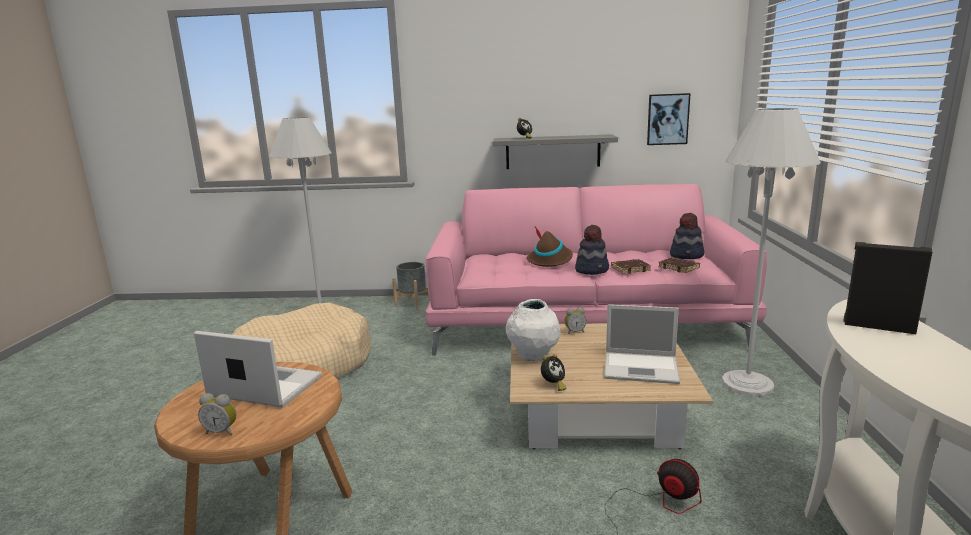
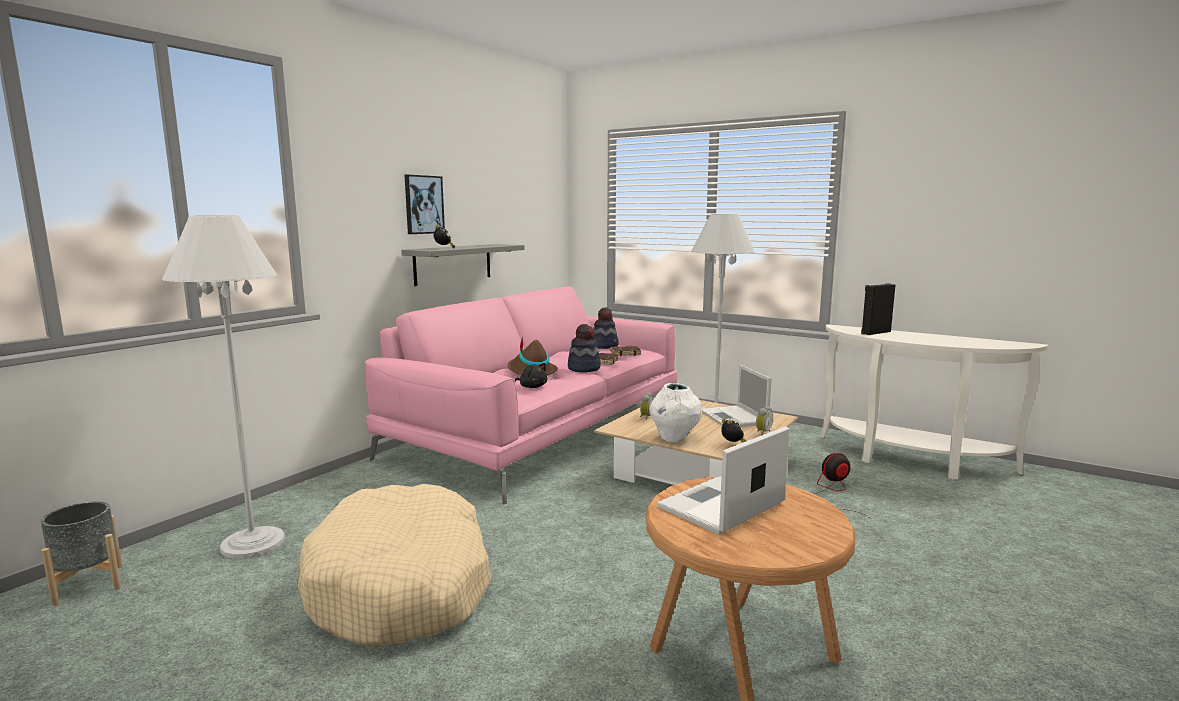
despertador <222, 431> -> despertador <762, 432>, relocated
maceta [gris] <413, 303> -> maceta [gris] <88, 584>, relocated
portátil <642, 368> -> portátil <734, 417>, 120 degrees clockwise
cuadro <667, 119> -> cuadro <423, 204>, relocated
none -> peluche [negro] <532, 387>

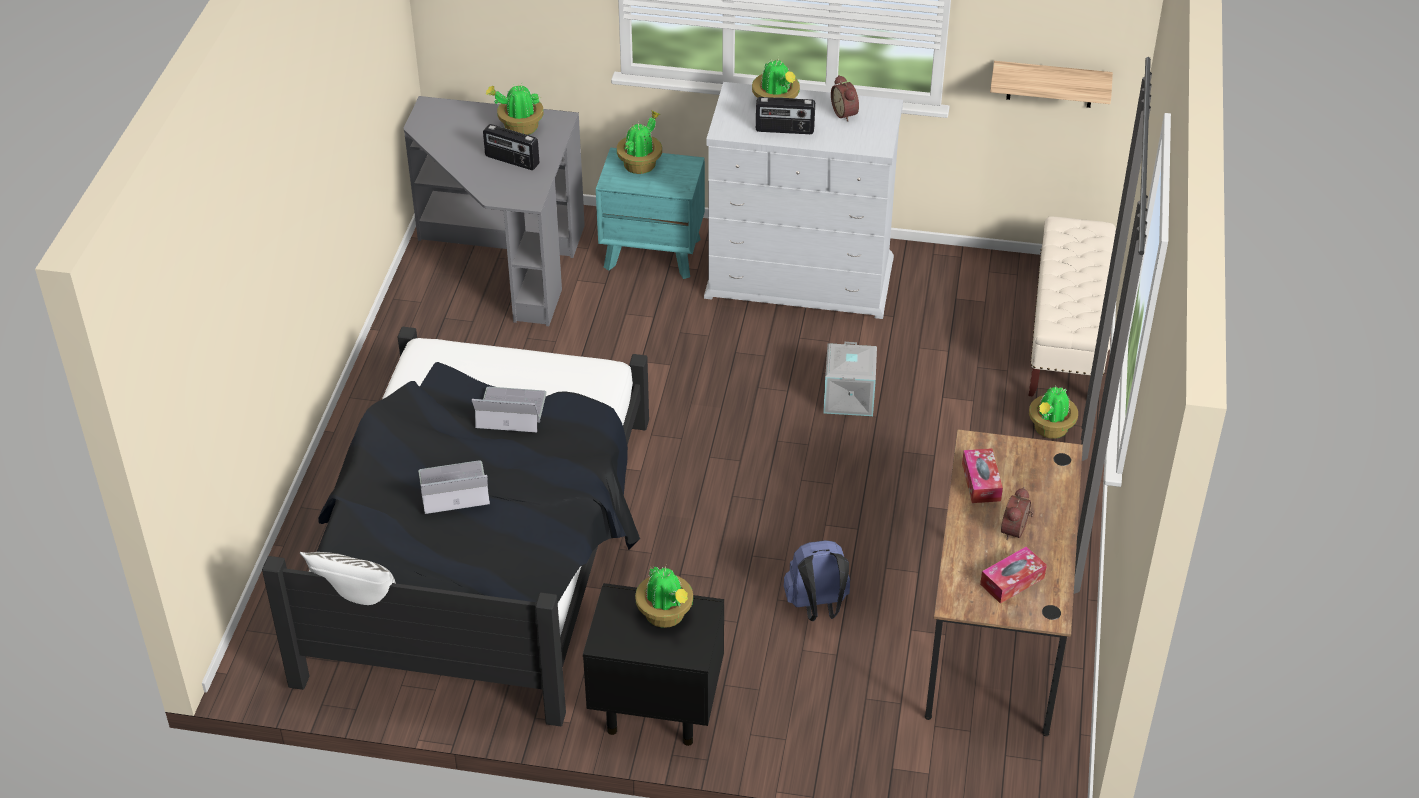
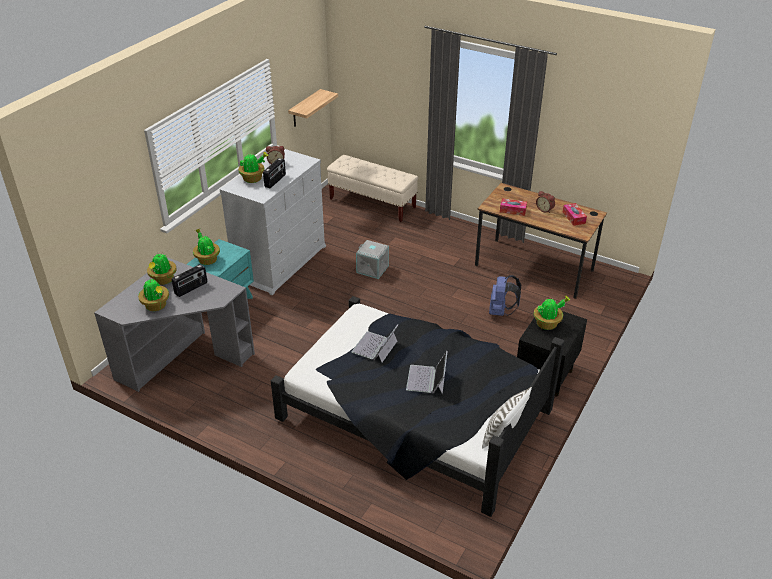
planta en maceta <1050, 429> -> planta en maceta <156, 306>, relocated

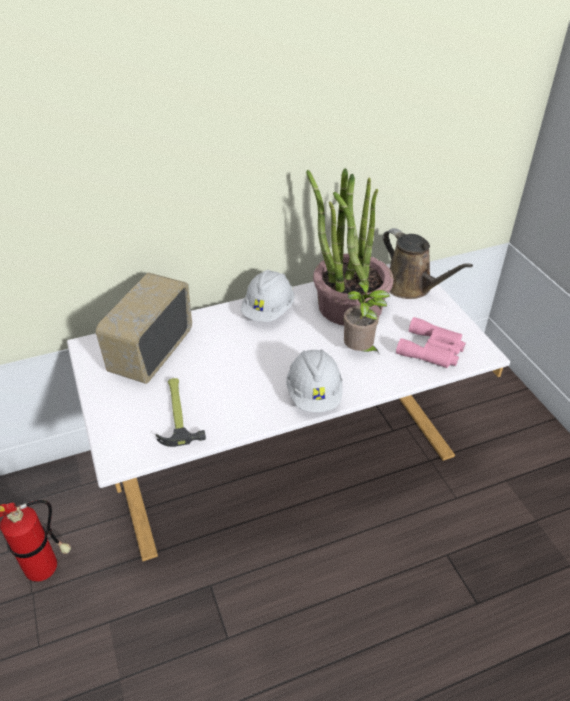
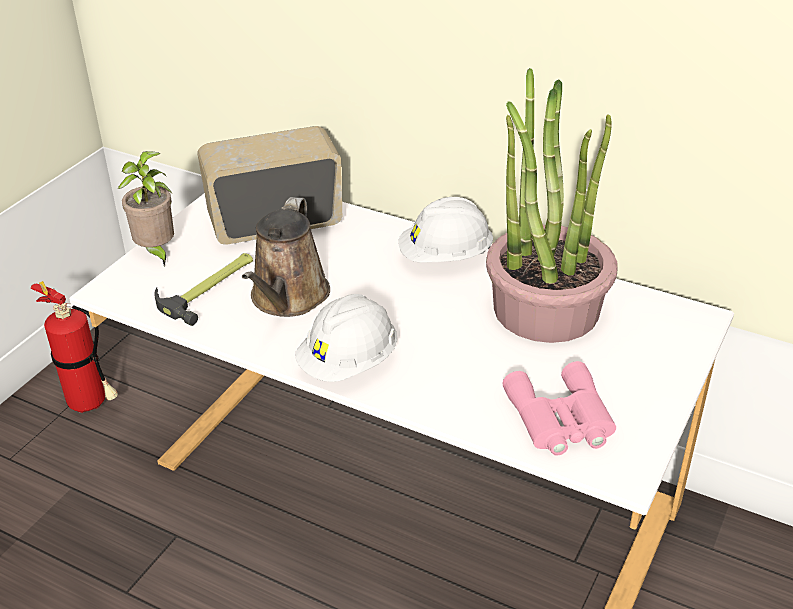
planta en maceta <360, 351> -> planta en maceta <156, 252>, relocated
regadera [marrón] <411, 287> -> regadera [marrón] <288, 298>, relocated

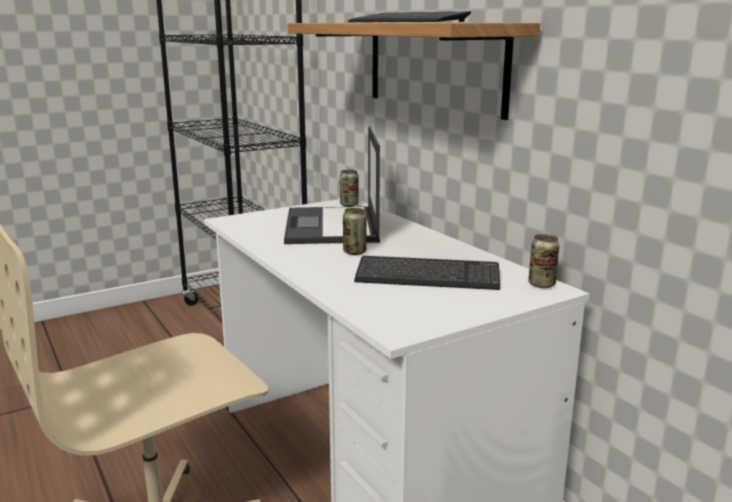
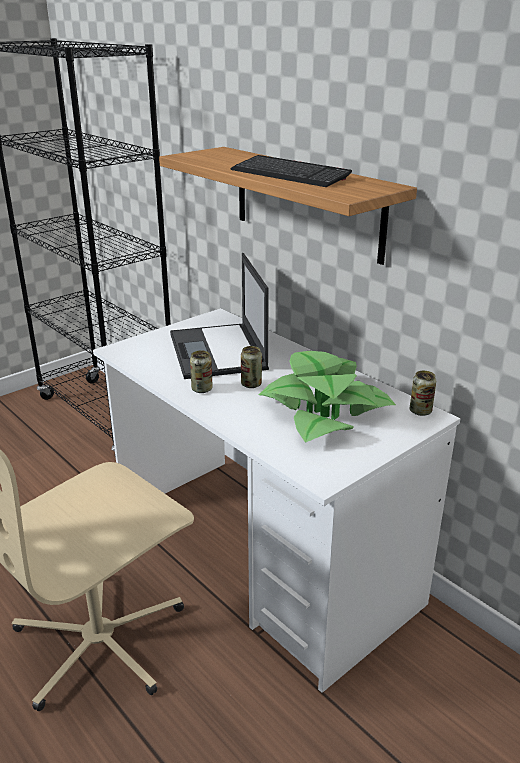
lata <349, 205> -> lata <202, 389>, relocated
teclado <427, 276> -> planta en maceta <325, 410>

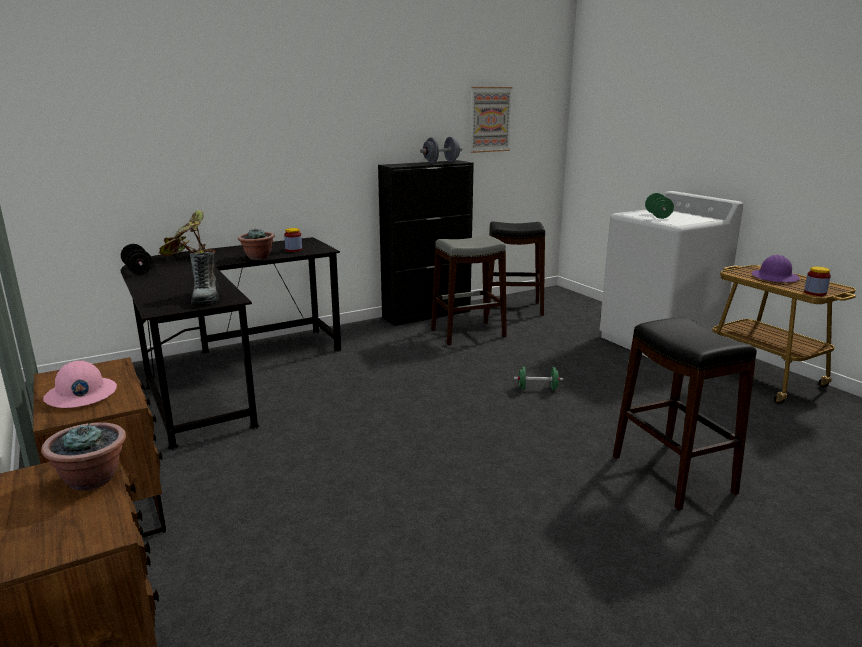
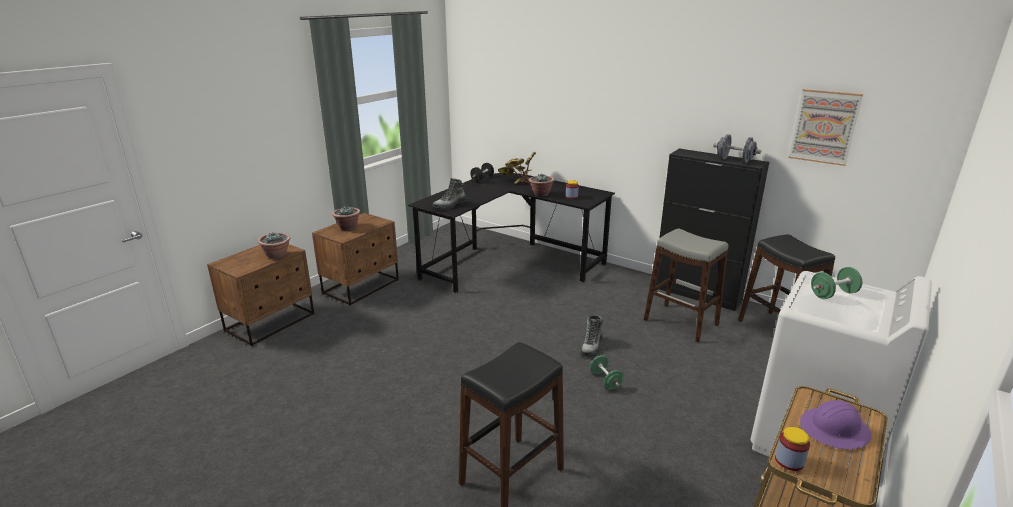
casco [rosa] <81, 395> -> planta en maceta <347, 227>
none -> bota <591, 346>

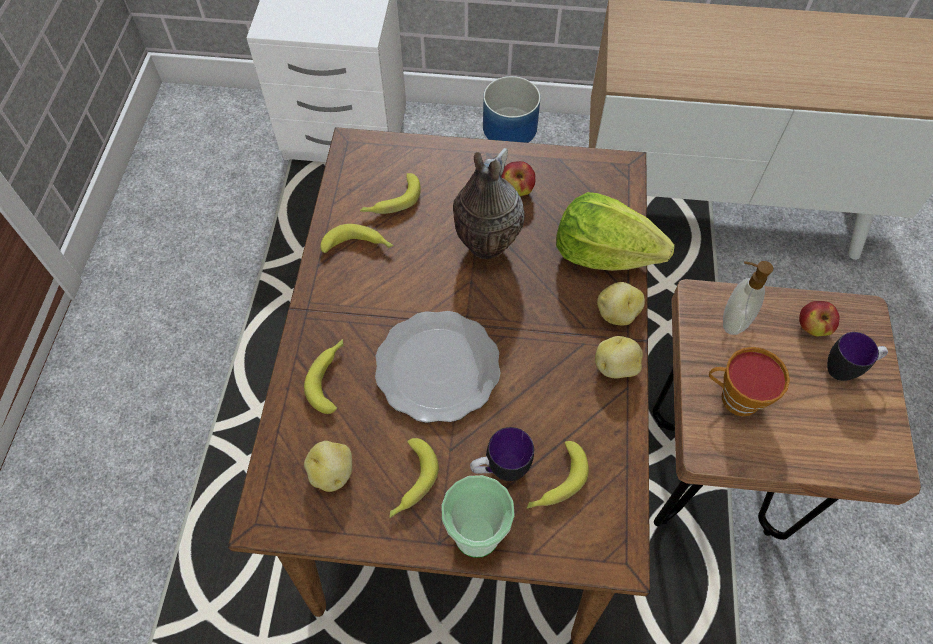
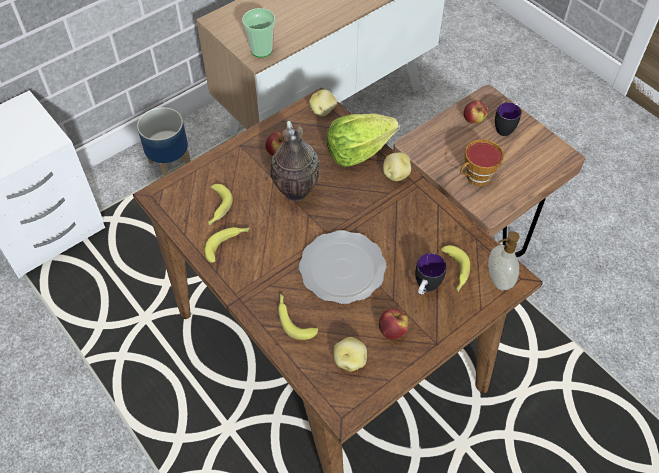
plátano <410, 483> -> manzana <392, 330>
taza <476, 534> -> taza <261, 50>, relocated
patata <616, 367> -> patata <323, 111>, relocated
dispensador de jabón <732, 320> -> dispensador de jabón <497, 280>, relocated

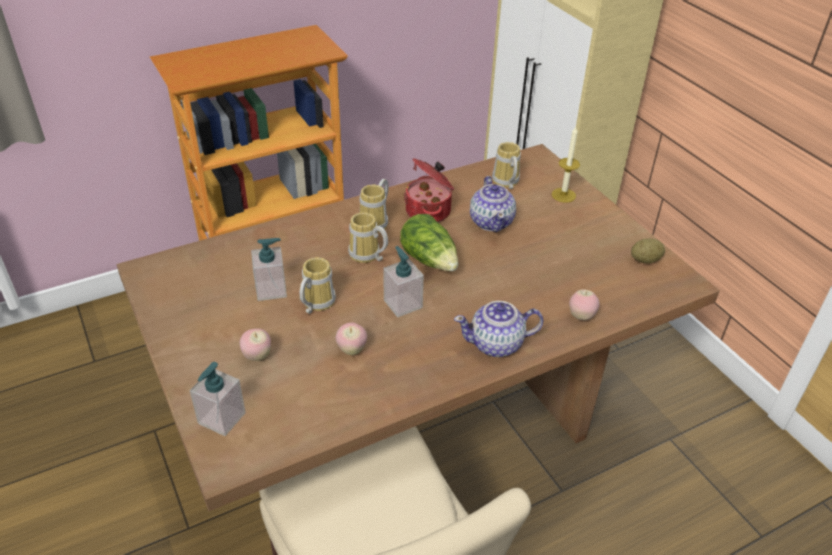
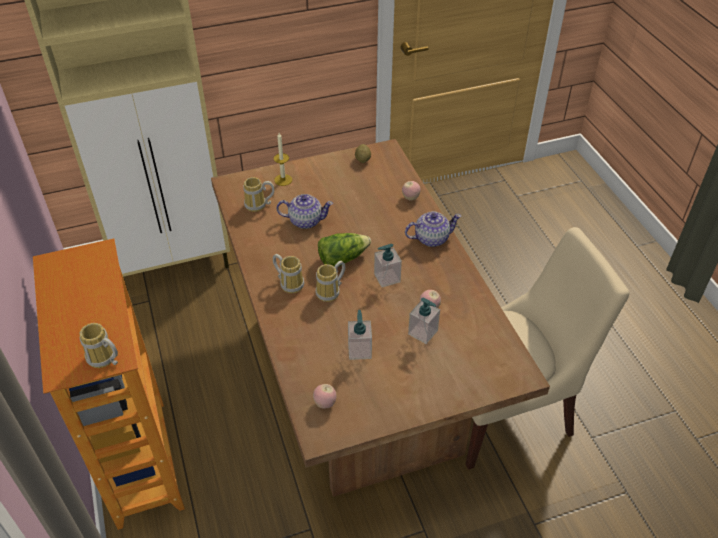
dispensador de jabón <221, 418> -> dispensador de jabón <423, 332>, relocated
manzana <257, 356> -> manzana <325, 403>, relocated
taza grande <315, 303> -> taza grande <103, 360>, relocated
olla <429, 211> -> none
tetera <497, 344> -> tetera <431, 238>, 105 degrees counterclockwise

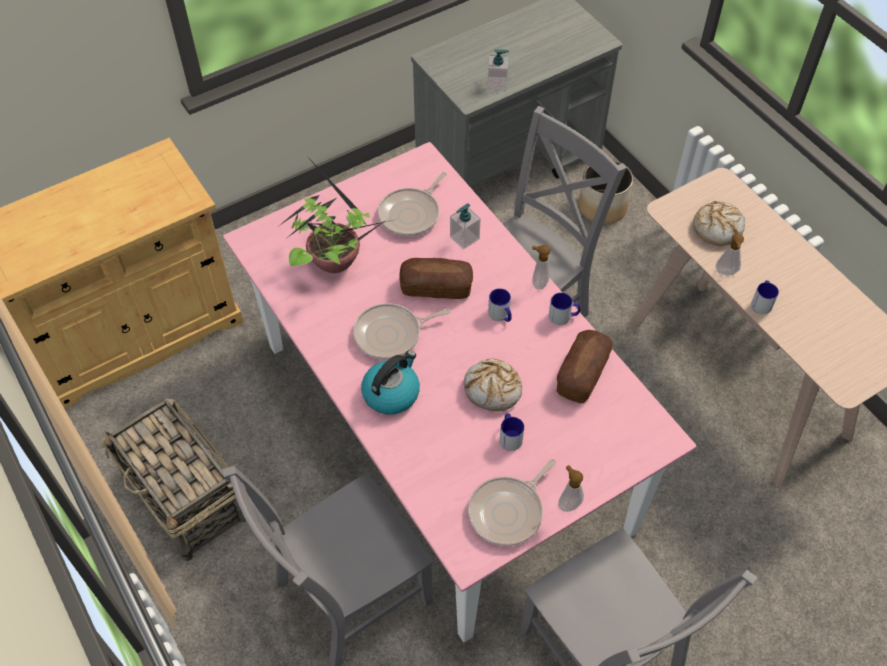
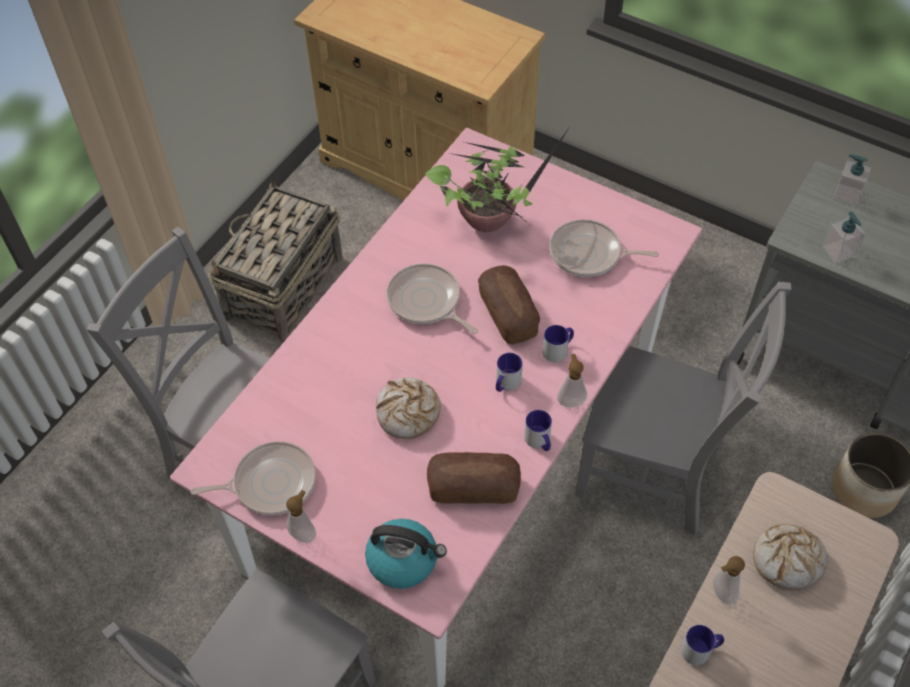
hervidor <391, 393> -> hervidor <404, 560>, relocated
dispensador de jabón <464, 238> -> dispensador de jabón <847, 194>, relocated
sartén <508, 511> -> sartén <270, 483>, 150 degrees clockwise
taza grande <509, 436> -> taza grande <558, 349>, relocated

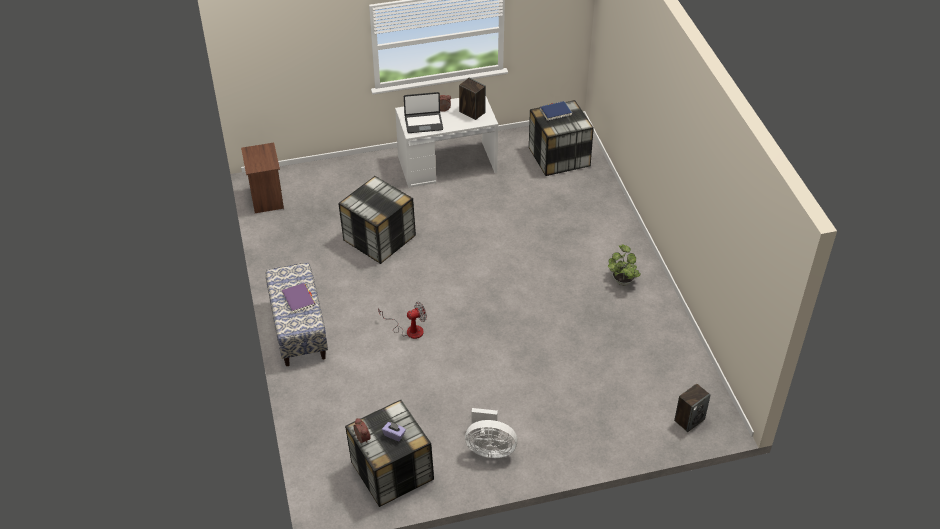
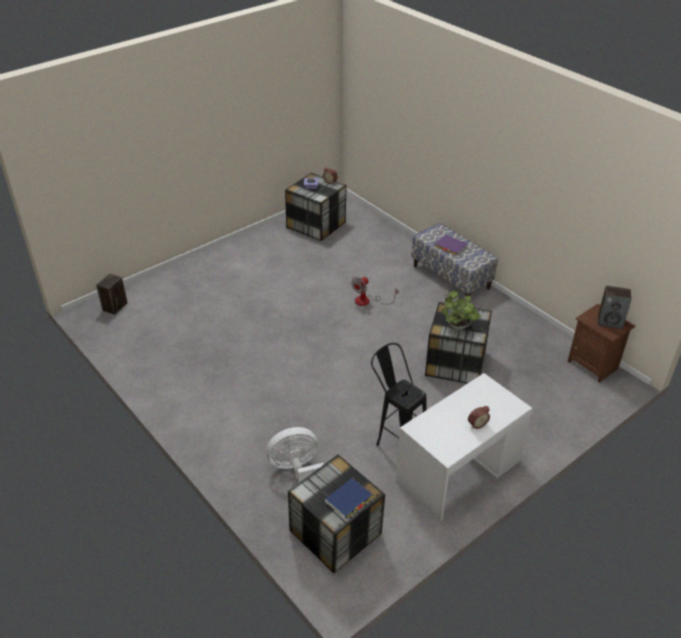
portátil <423, 123> -> none
altavoz <472, 112> -> altavoz <610, 321>, relocated
ventilador [blanco] <489, 449> -> ventilador [blanco] <296, 470>, relocated
planta en maceta <622, 279> -> planta en maceta <459, 327>, relocated
none -> taburete [negro] <396, 440>

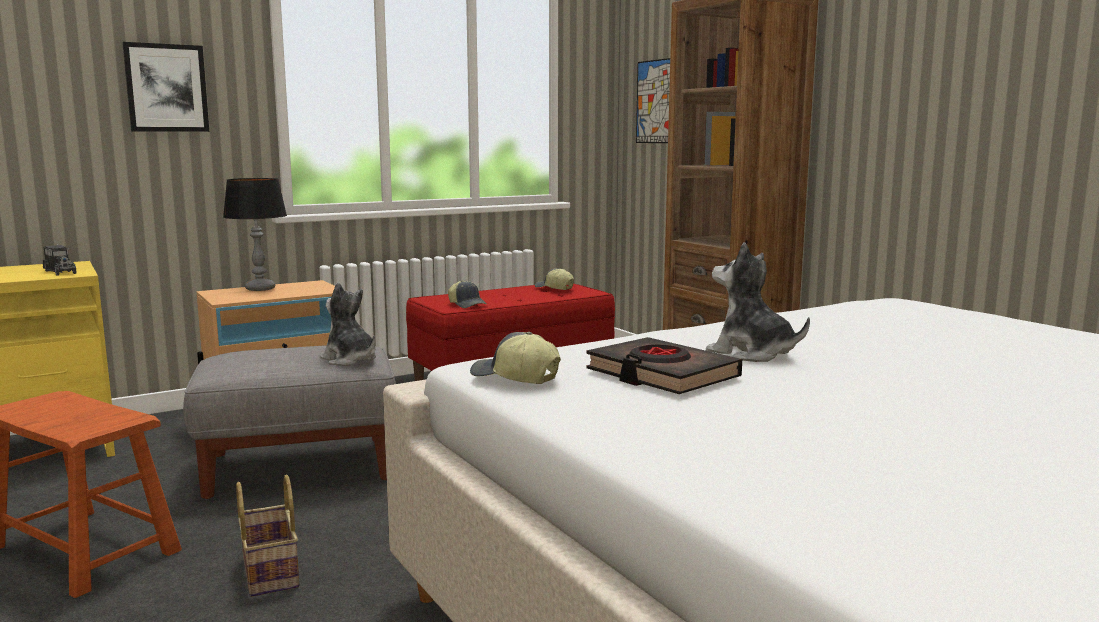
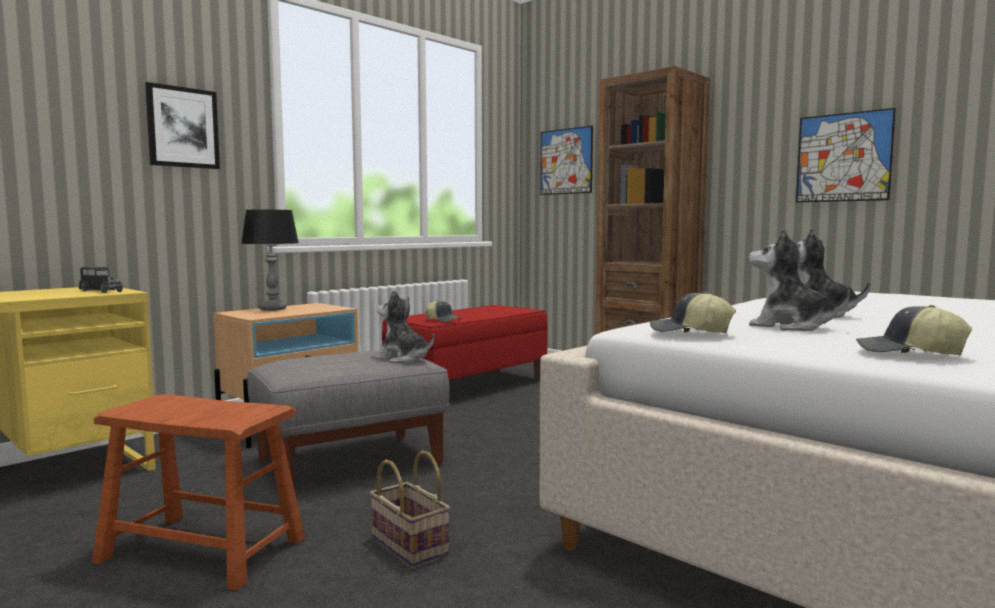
gorra <554, 289> -> gorra <908, 354>, relocated
libro [negro] <661, 375> -> peluche <790, 326>
none -> cuadro <843, 157>

